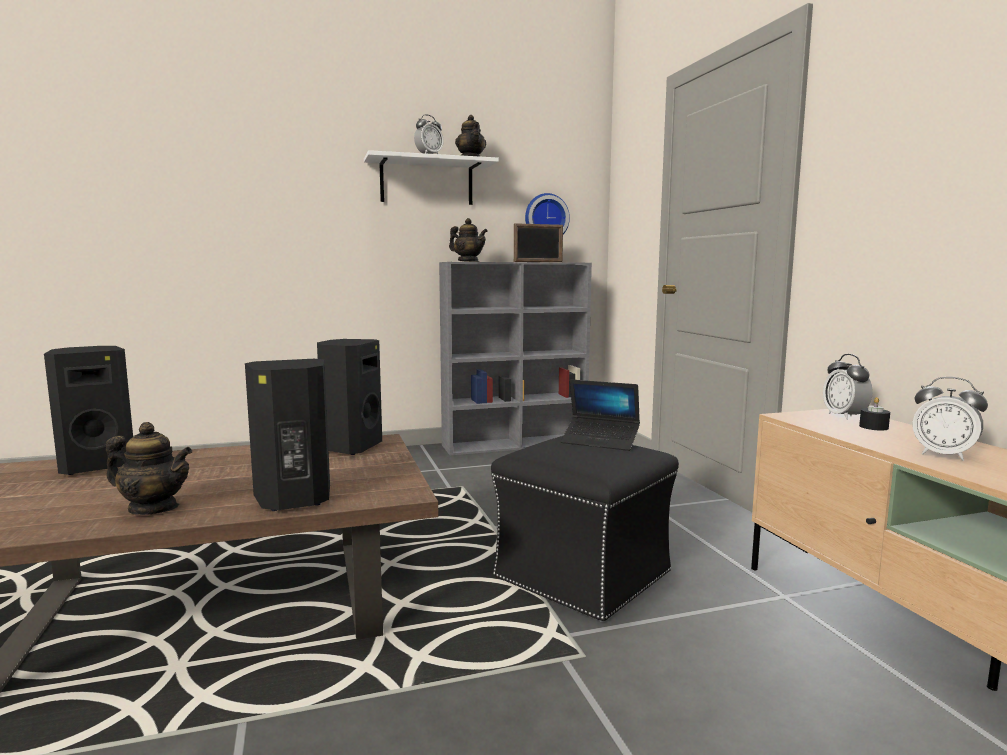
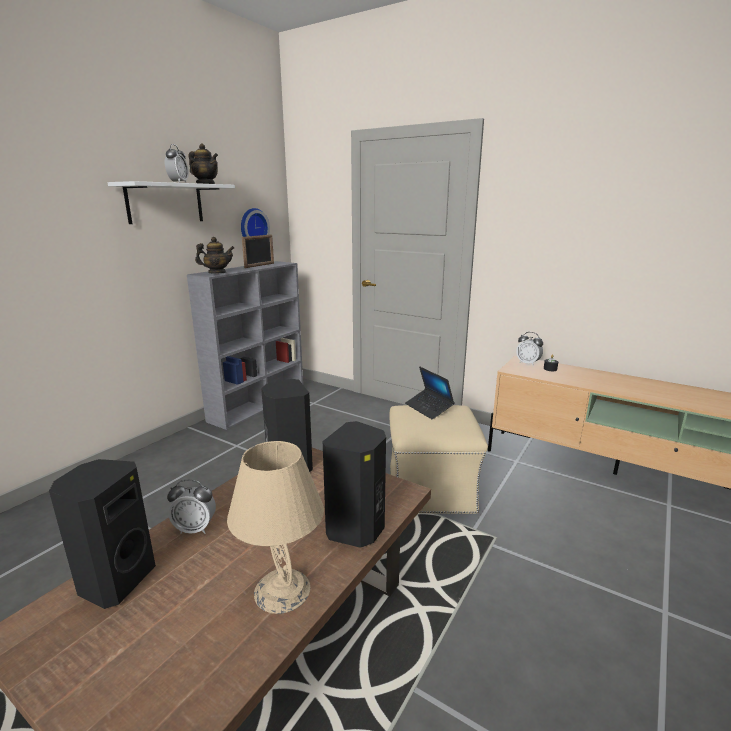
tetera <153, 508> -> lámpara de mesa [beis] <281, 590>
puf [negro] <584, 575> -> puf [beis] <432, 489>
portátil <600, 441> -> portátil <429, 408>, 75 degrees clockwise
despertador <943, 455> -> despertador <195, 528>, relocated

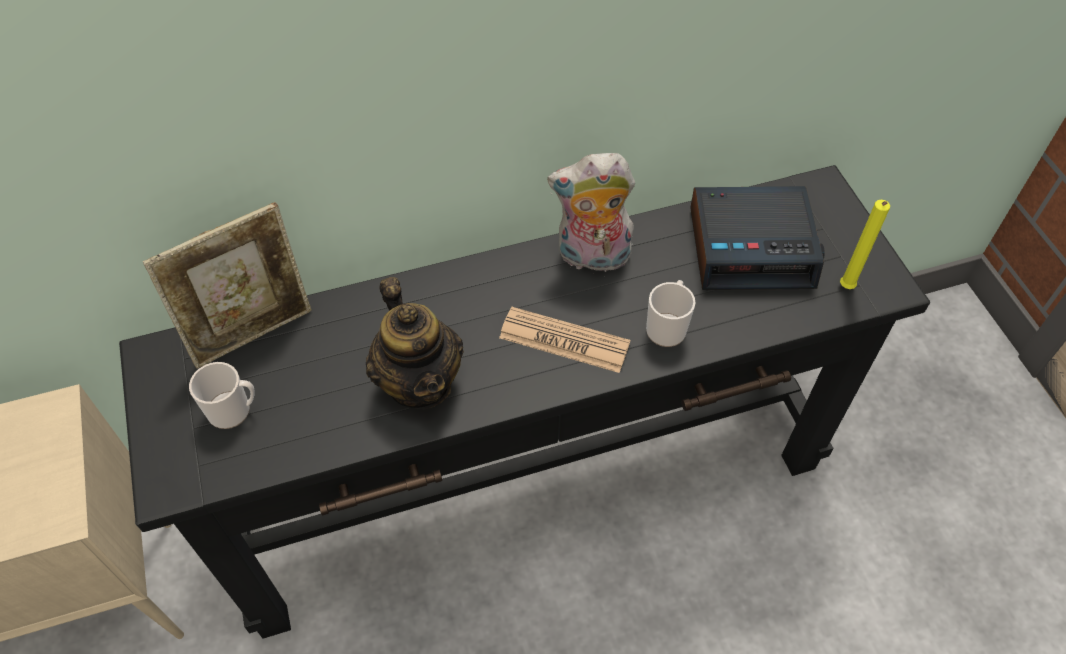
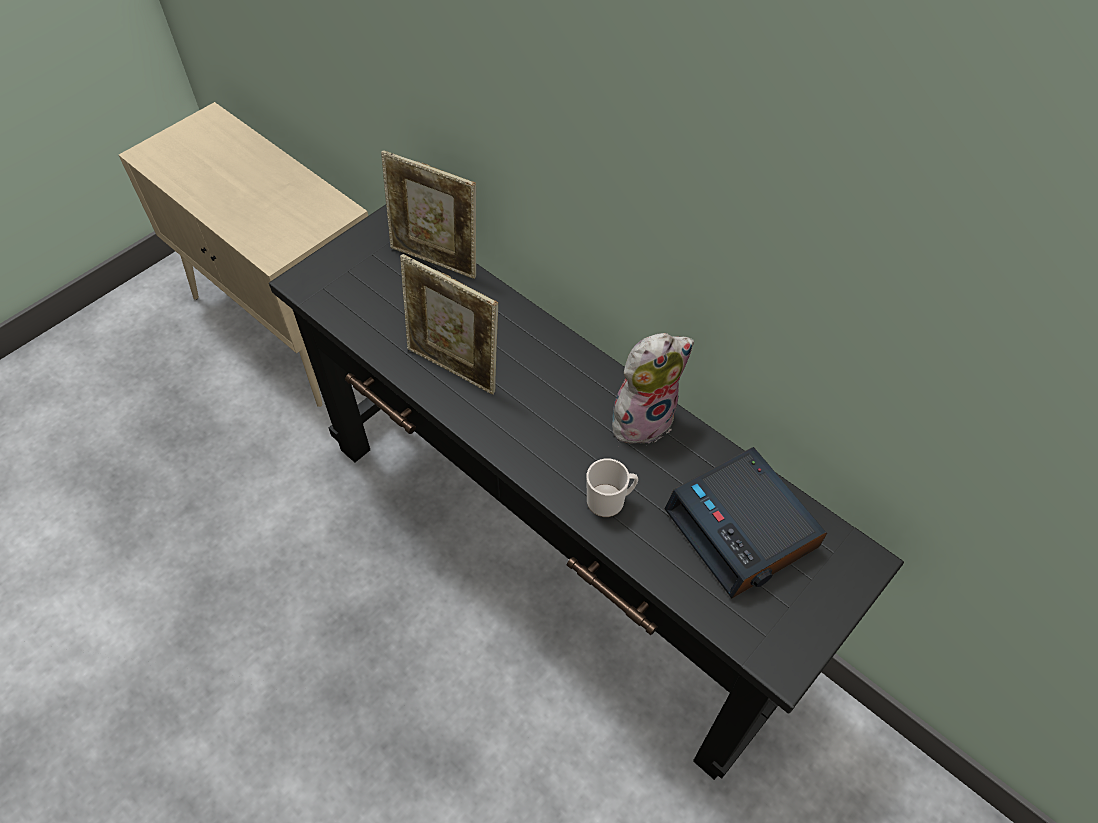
taza grande <234, 410> -> none
tetera <420, 382> -> portarretratos <454, 368>
periódico <564, 340> -> none
peluche <591, 258> -> peluche <642, 418>, 90 degrees clockwise
vela [amarillo] <845, 288> -> none

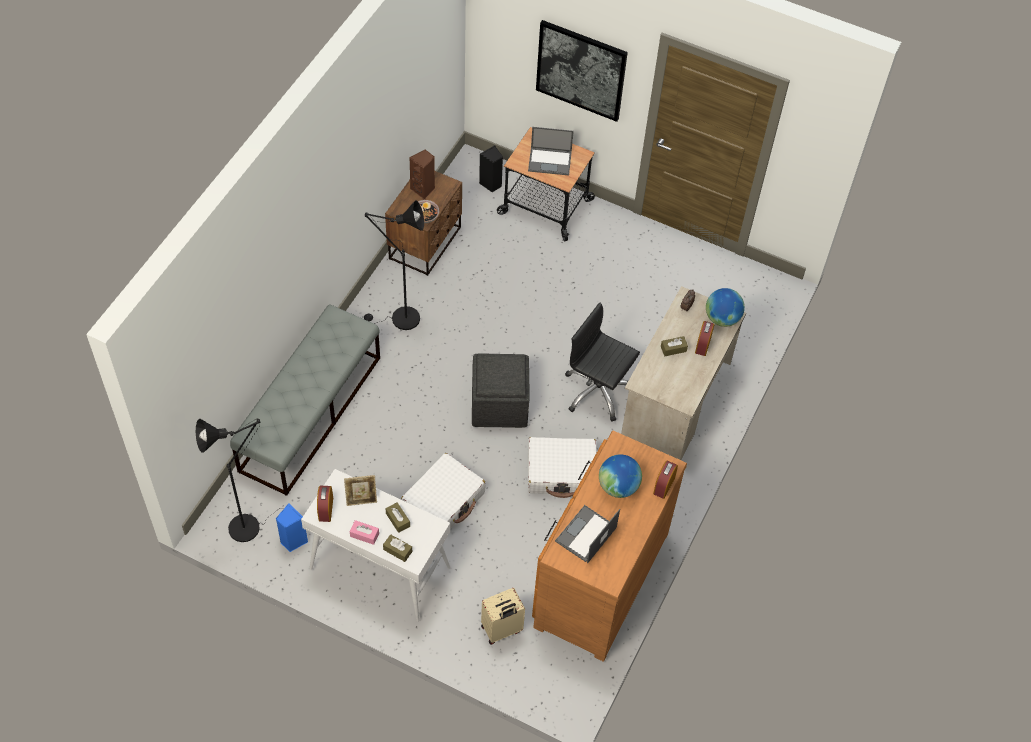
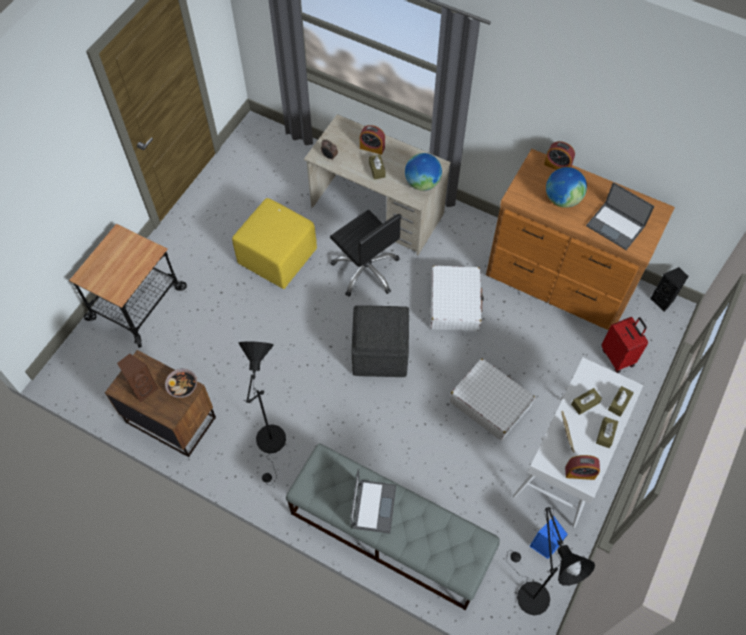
caja de pañuelos [rosa] <364, 535> -> caja de pañuelos [marrón] <605, 434>
altavoz [negro] <491, 184> -> altavoz [negro] <663, 301>, relocated
maleta [beis] <501, 630> -> maleta [rojo] <618, 357>
portátil <550, 161> -> portátil <373, 505>, relocated
cuadro <581, 70> -> none
silla de oficina [negro] <598, 391> -> silla de oficina [negro] <366, 270>, 75 degrees counterclockwise
globo terráqueo <721, 318> -> globo terráqueo <422, 183>, relocated
none -> puf [amarillo] <277, 256>

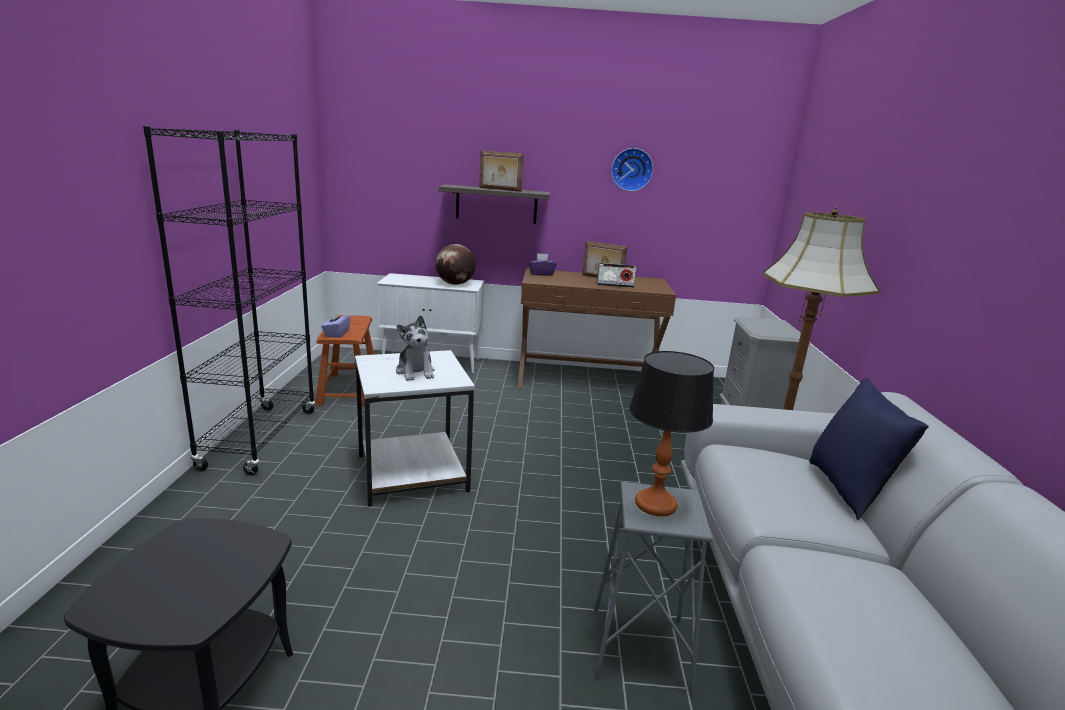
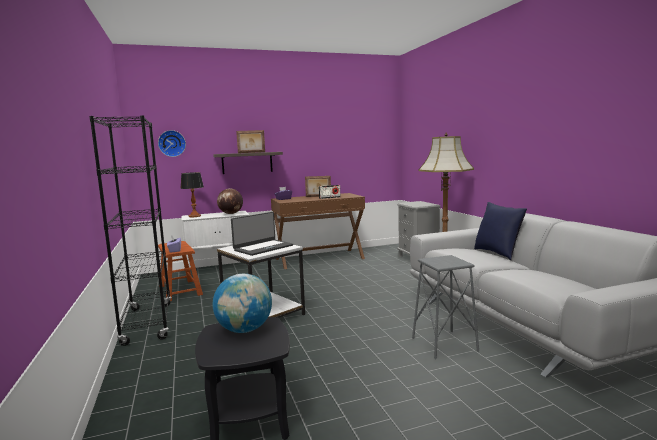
peluche <415, 372> -> portátil <263, 248>
reloj de pared <631, 169> -> reloj de pared <172, 143>, relocated
lámpara de mesa <655, 504> -> lámpara de mesa <194, 216>, relocated
none -> globo terráqueo <244, 330>

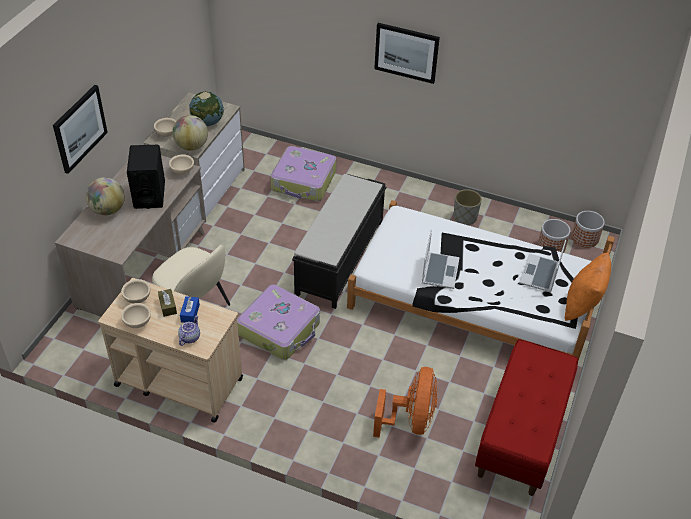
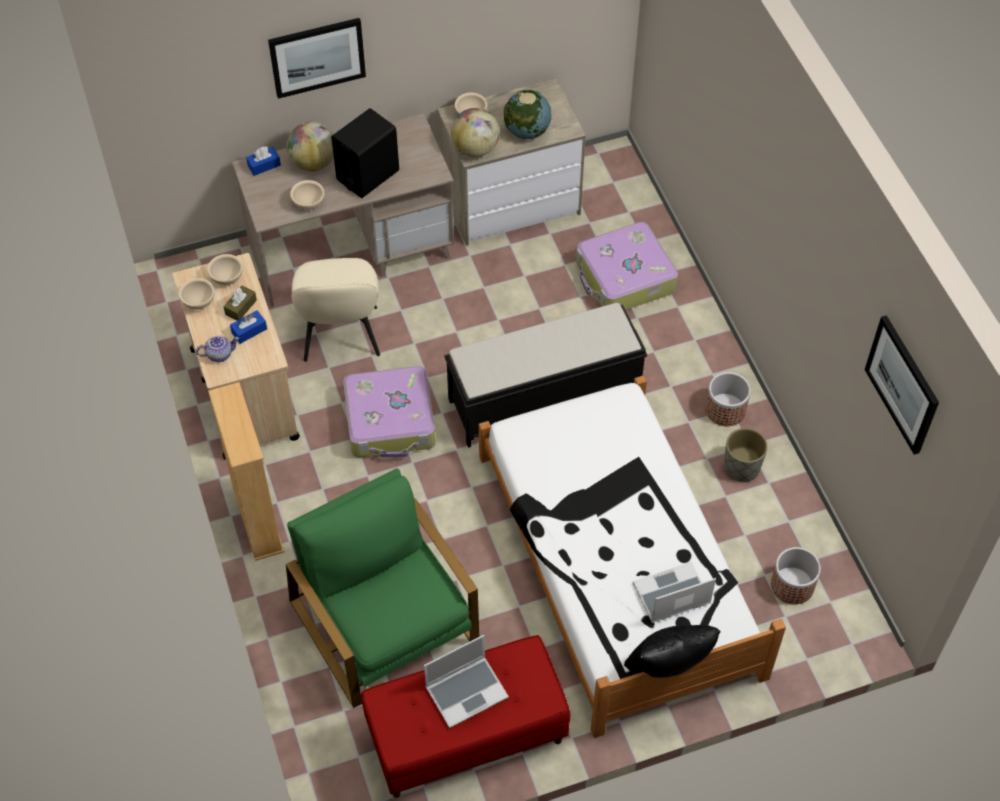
cuenco [beis] <182, 171> -> cuenco [beis] <308, 204>, relocated
ventilador [naranja] <410, 420> -> sillón [verde] <386, 621>
cuadro <406, 52> -> cuadro <903, 384>, relocated
portátil <439, 271> -> portátil <467, 691>, relocated
cojín [naranja] <582, 305> -> cojín [negro] <669, 667>
maceta <585, 238> -> maceta <725, 410>, relocated
none -> estantería [beis] <258, 520>
none -> caja de pañuelos [azul] <264, 165>

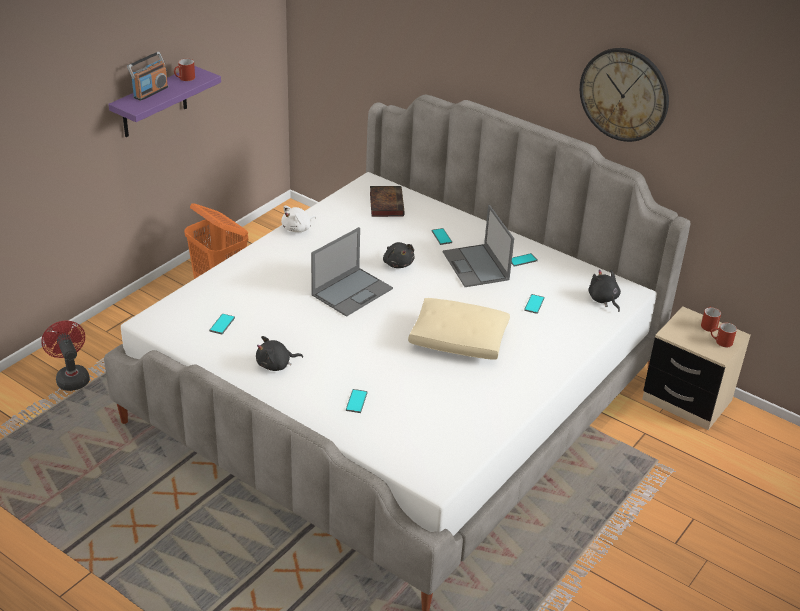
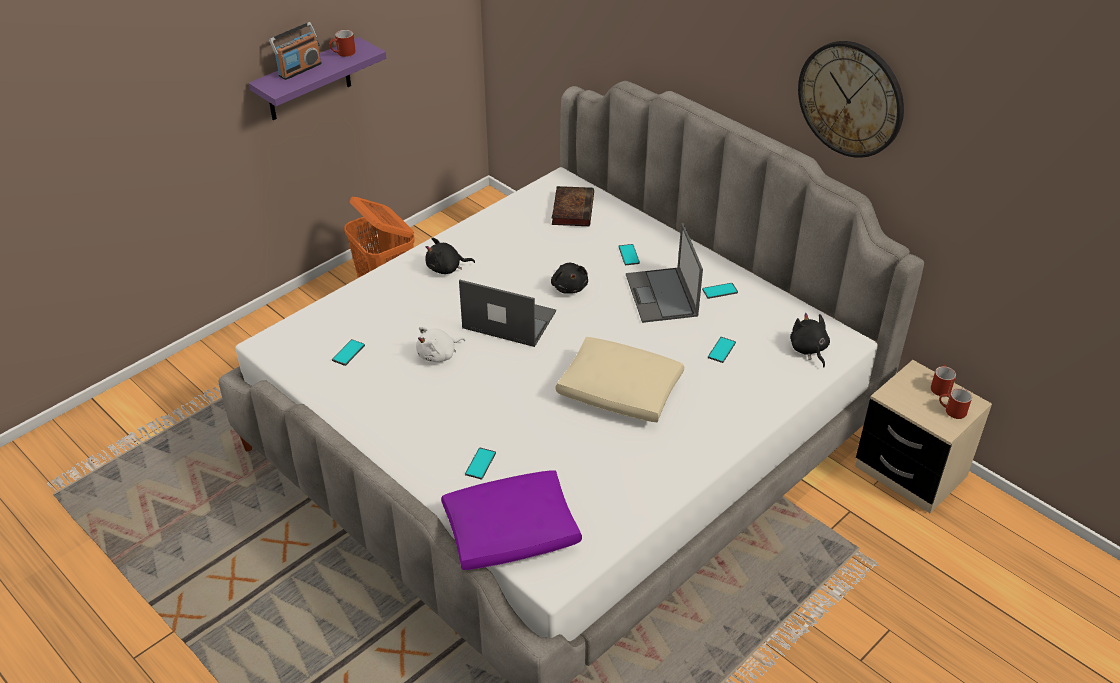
ventilador [rojo] <71, 377> -> none
peluche [negro] <276, 365> -> peluche [negro] <446, 268>, relocated
peluche [blanco] <298, 228> -> peluche [blanco] <439, 355>, relocated
portátil <352, 291> -> portátil <508, 320>, 120 degrees counterclockwise
none -> cojín [morado] <512, 531>

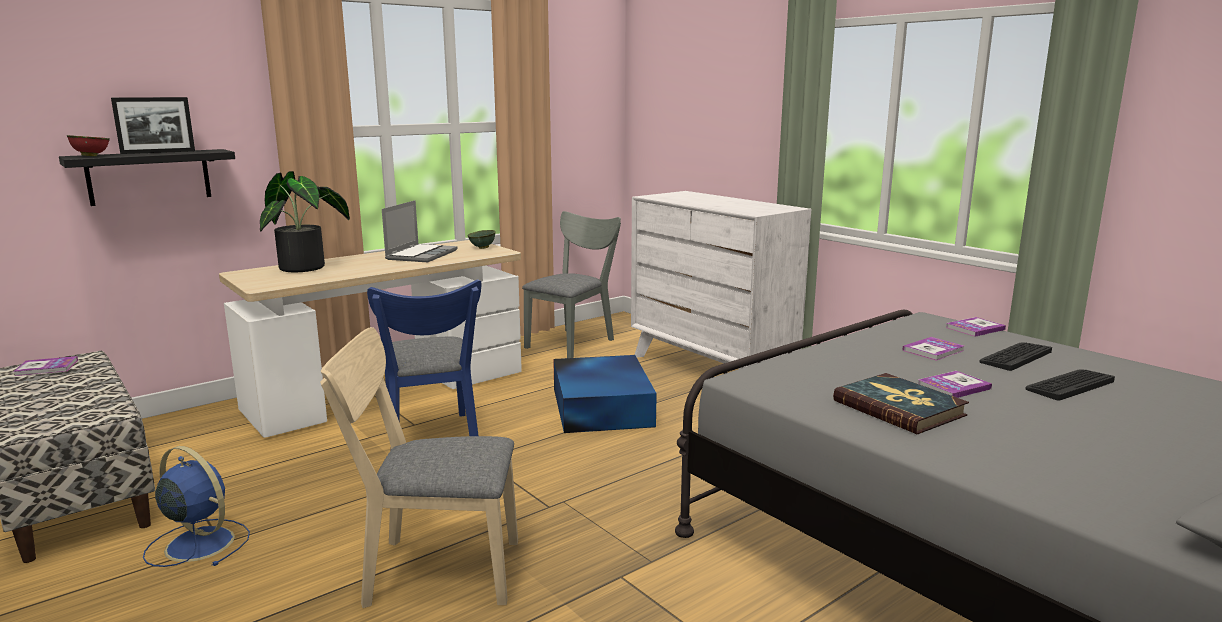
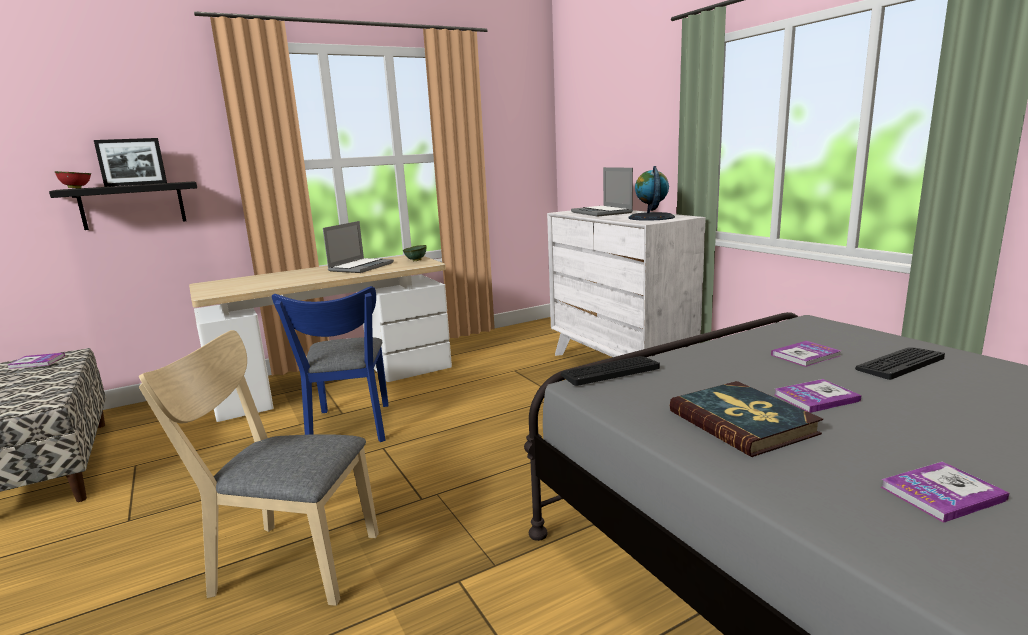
ventilador [azul] <198, 543> -> none
planta en maceta <308, 267> -> none
silla [gris] <573, 341> -> none
caja de almacenaje [azul] <602, 406> -> none
libro <975, 328> -> libro <942, 493>, relocated
teclado <1069, 385> -> teclado <609, 371>, relocated
none -> portátil <602, 212>
none -> globo terráqueo <651, 217>

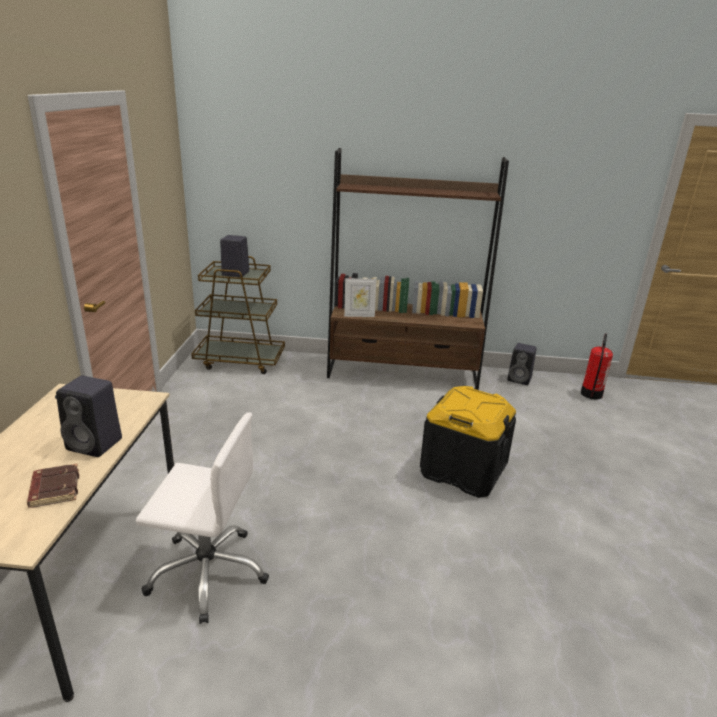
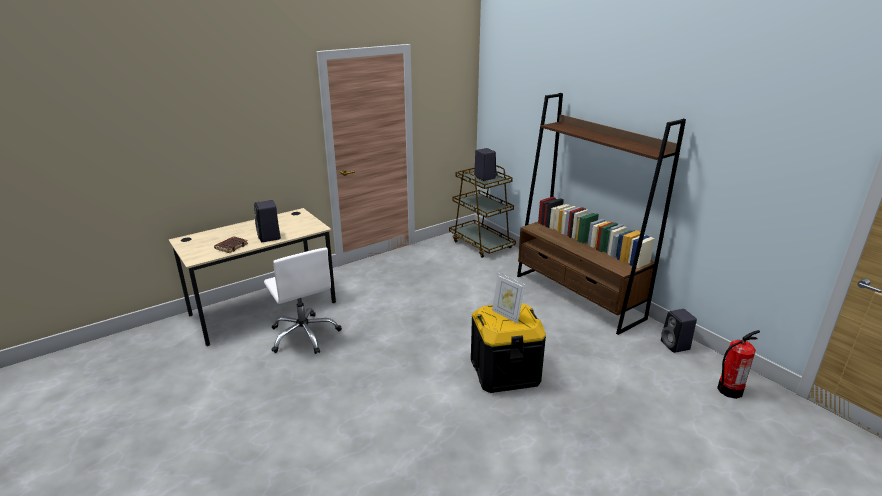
portarretratos <359, 315> -> portarretratos <506, 315>, relocated

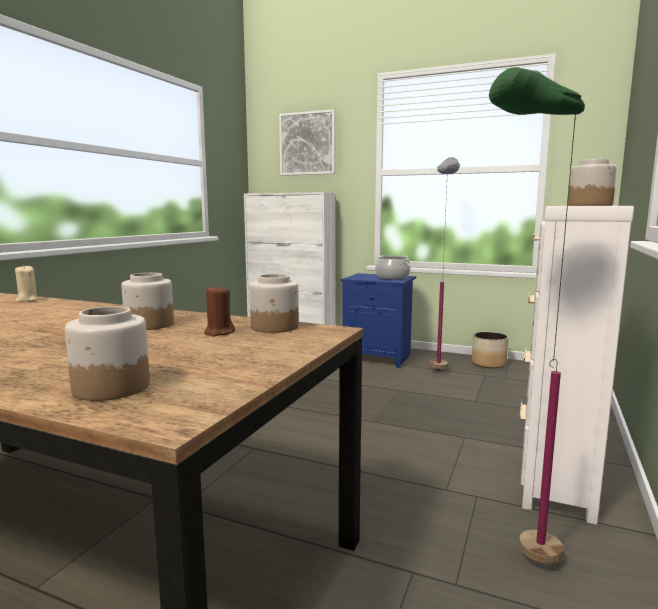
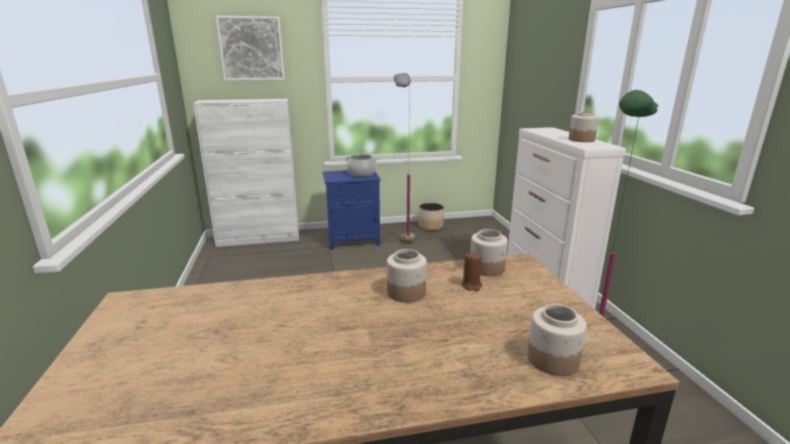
vela [beis] <27, 300> -> none

